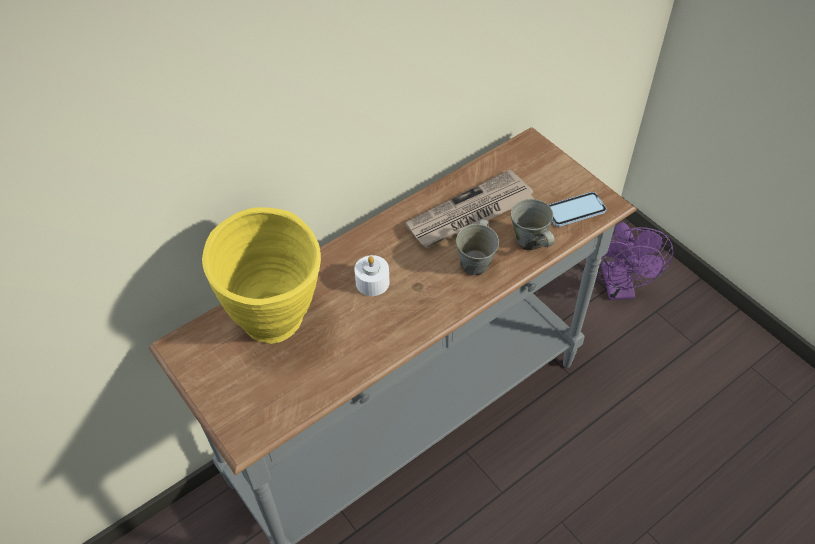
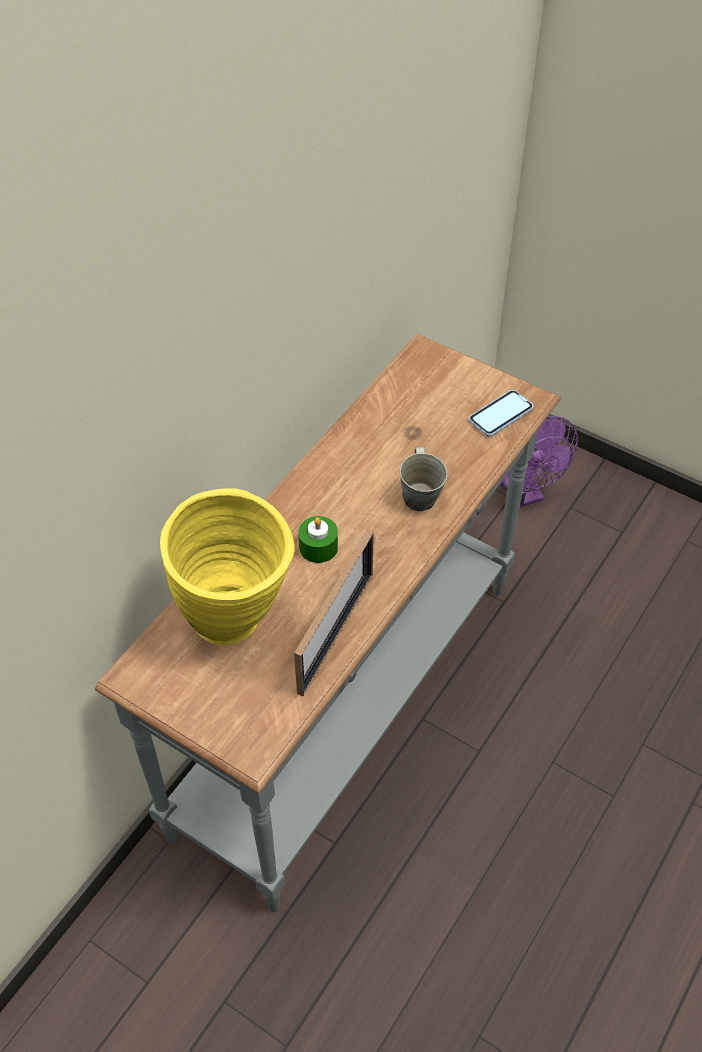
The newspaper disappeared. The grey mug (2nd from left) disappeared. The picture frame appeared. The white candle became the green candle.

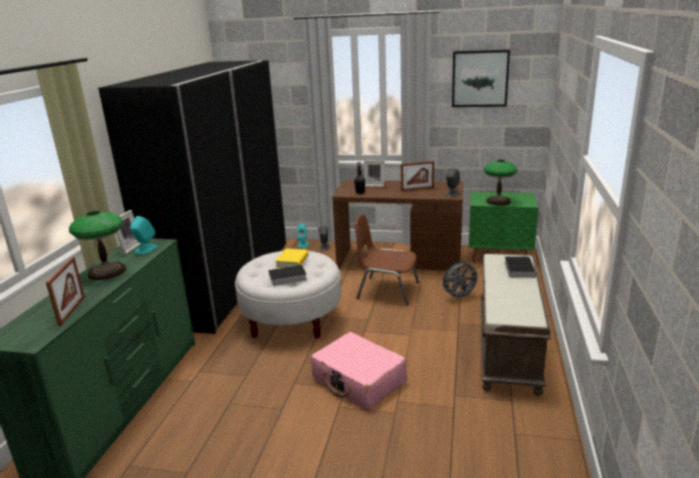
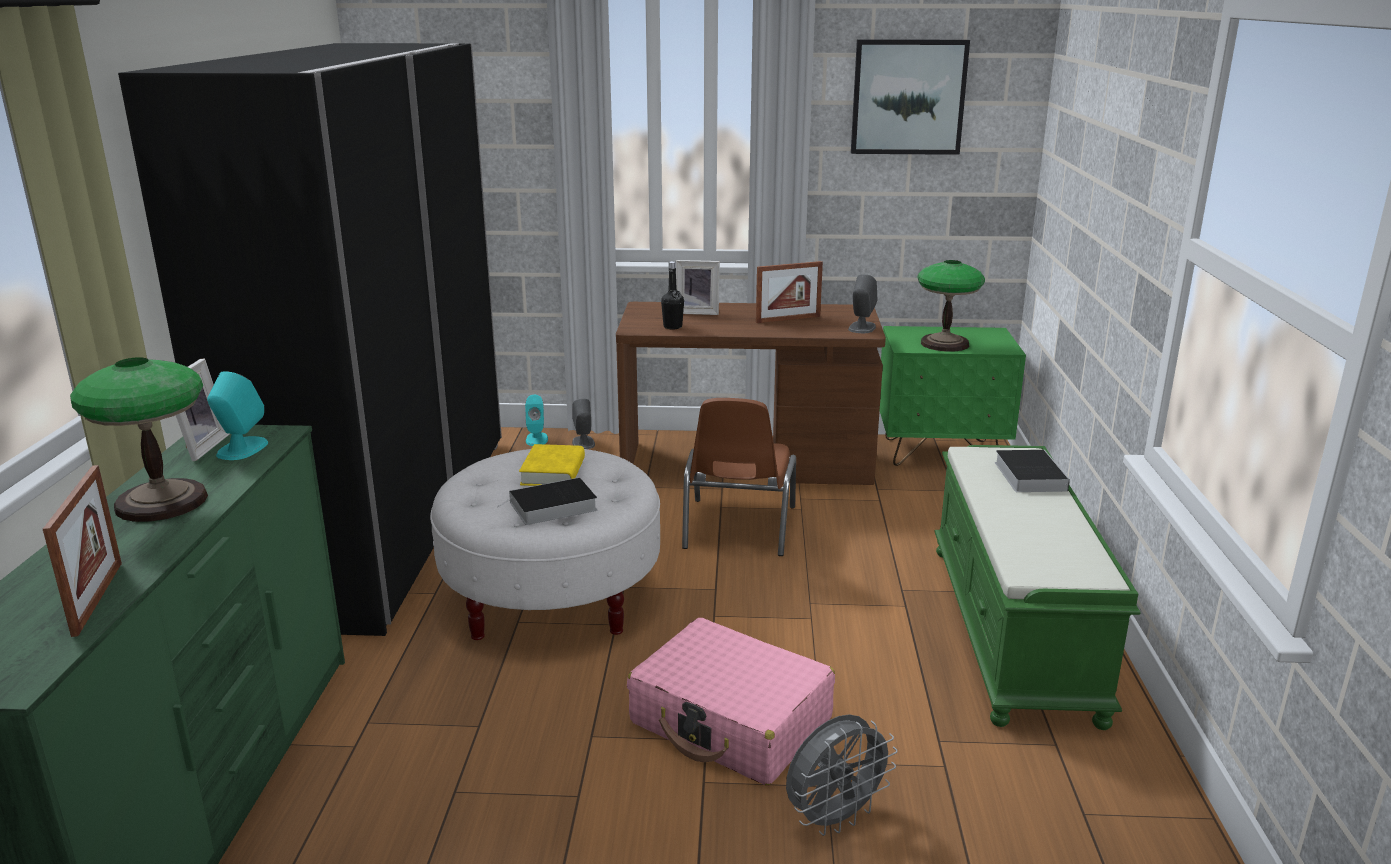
The grey fan moved. The brown bench became the green bench. The brown chair turned 90 degrees counterclockwise.

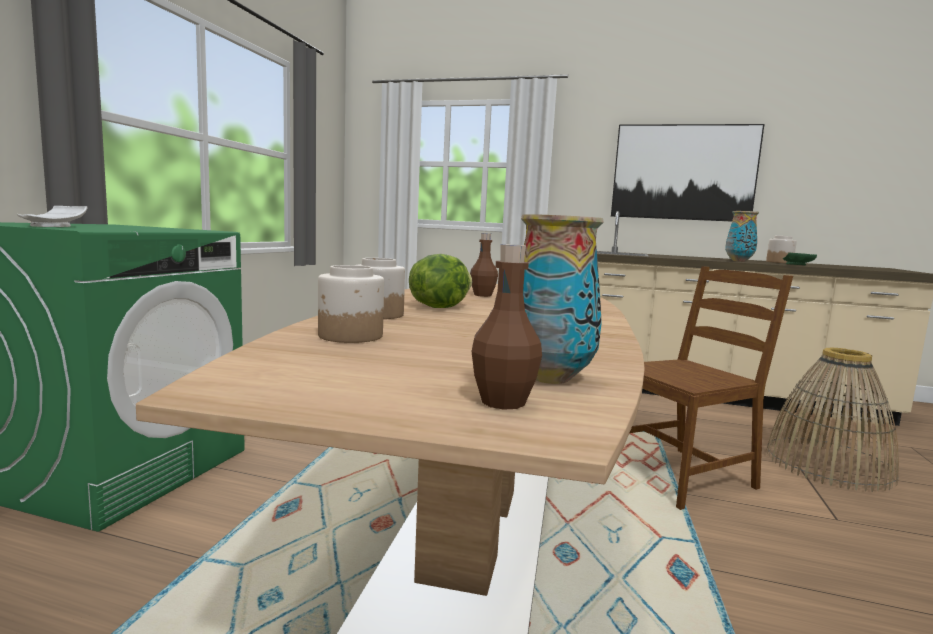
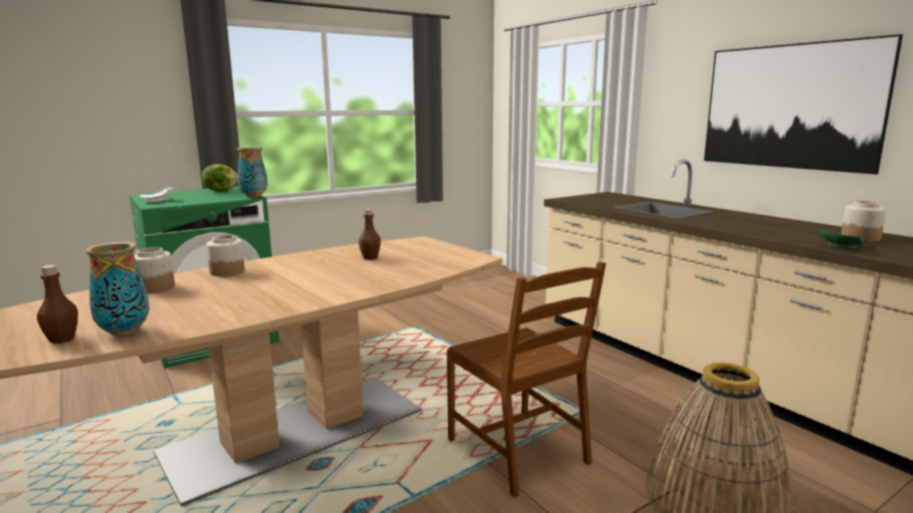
The lettuce moved. The vase (2nd from left) moved. The brown chair turned 45 degrees clockwise.

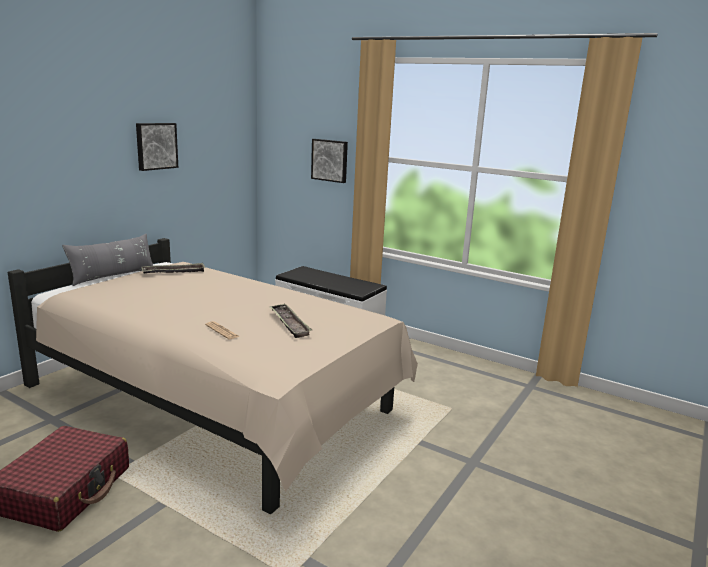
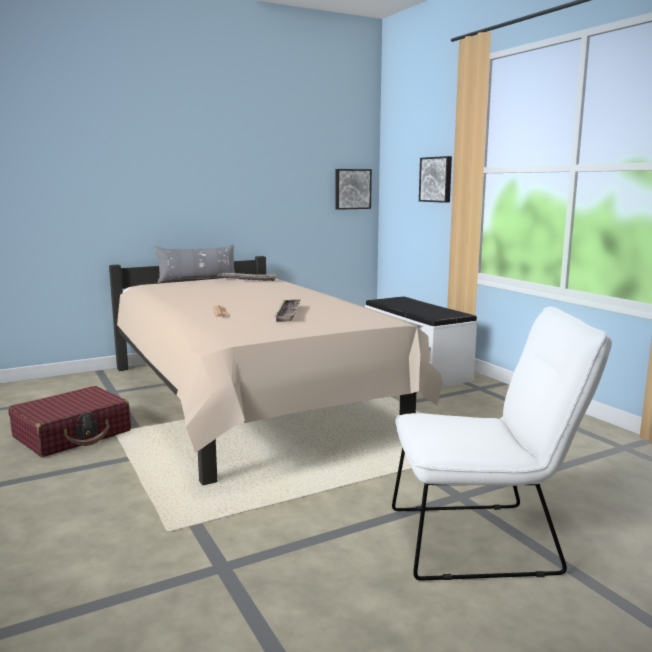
The white chair appeared. The picture (1st from left) moved.

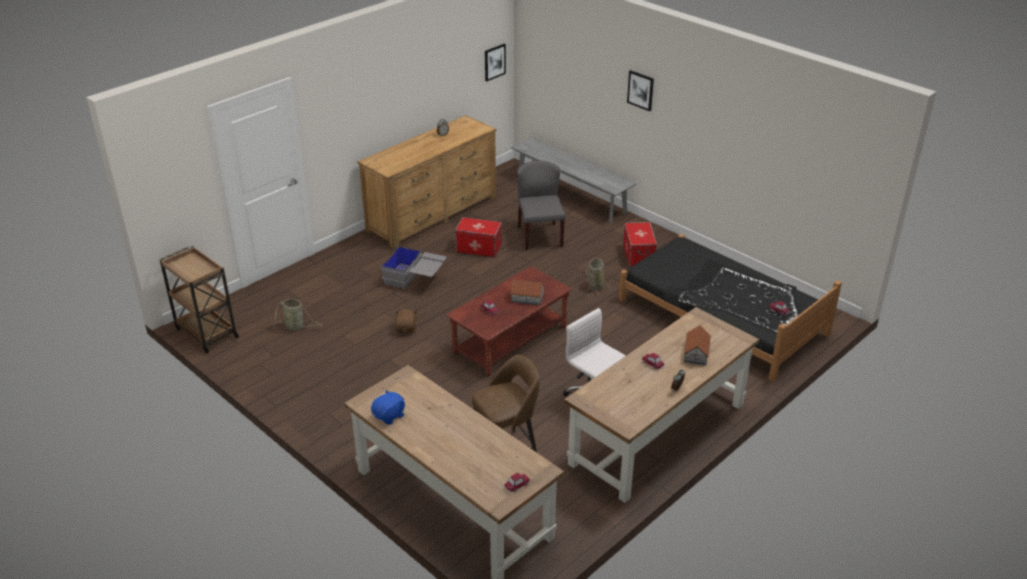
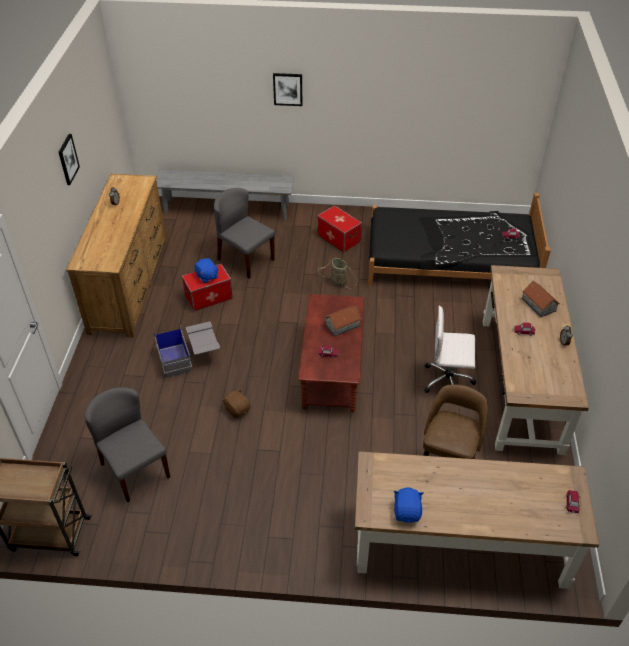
The blue plush toy (1st from left) appeared. The picture (1st from left) moved. The basket (1st from left) was replaced by the grey chair (1st from left).

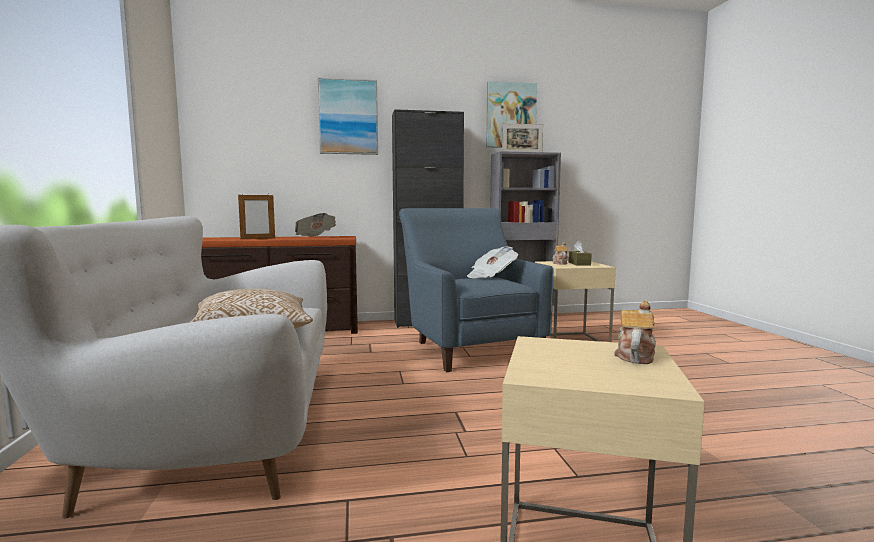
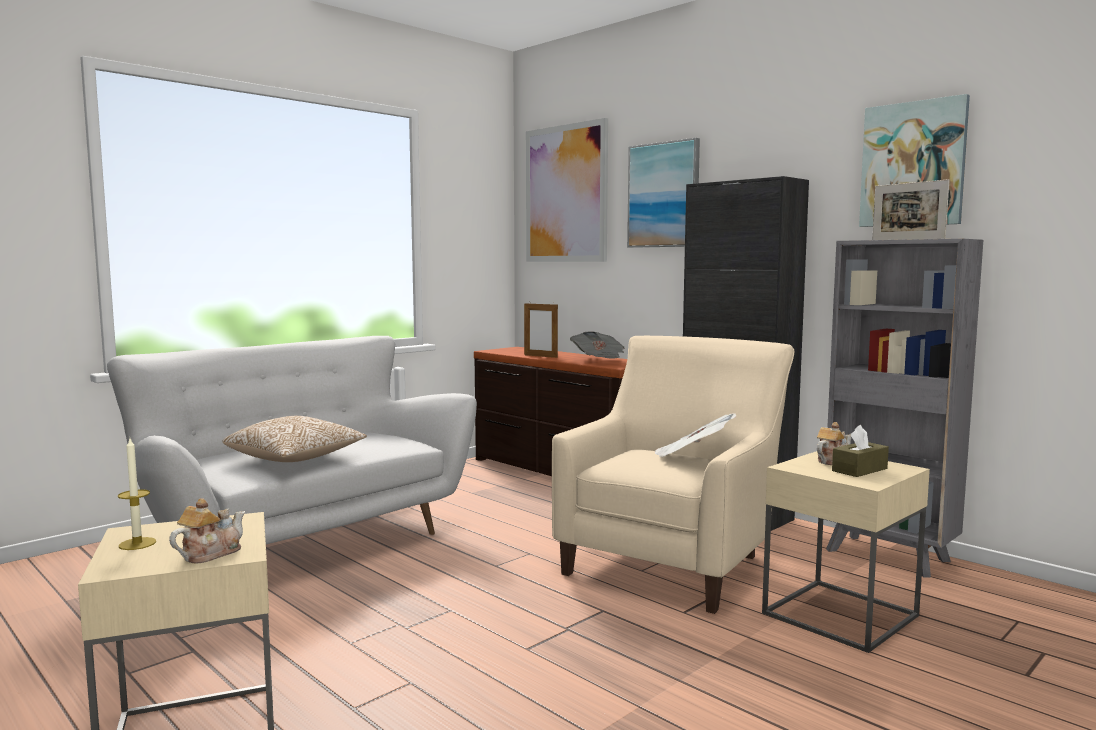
The candle appeared. The picture (1st from left) appeared. The blue armchair became the beige armchair. The teapot (2nd from left in the first image) turned 45 degrees counterclockwise.

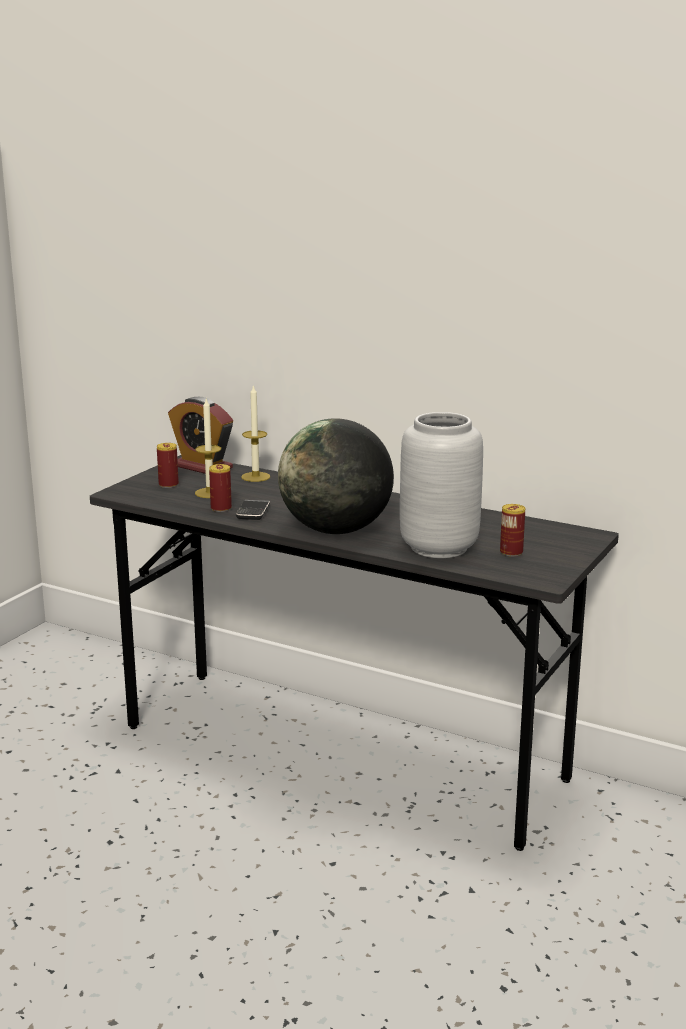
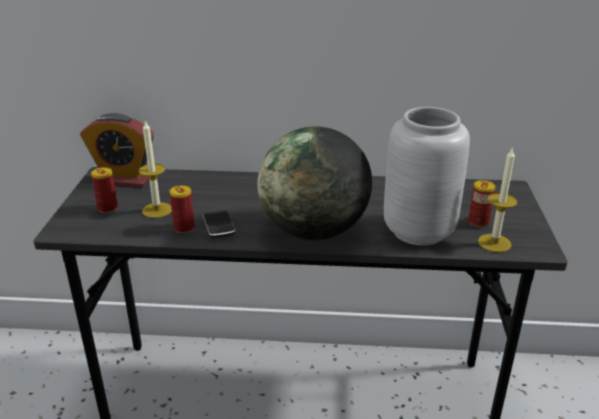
The candle (2nd from left) moved.

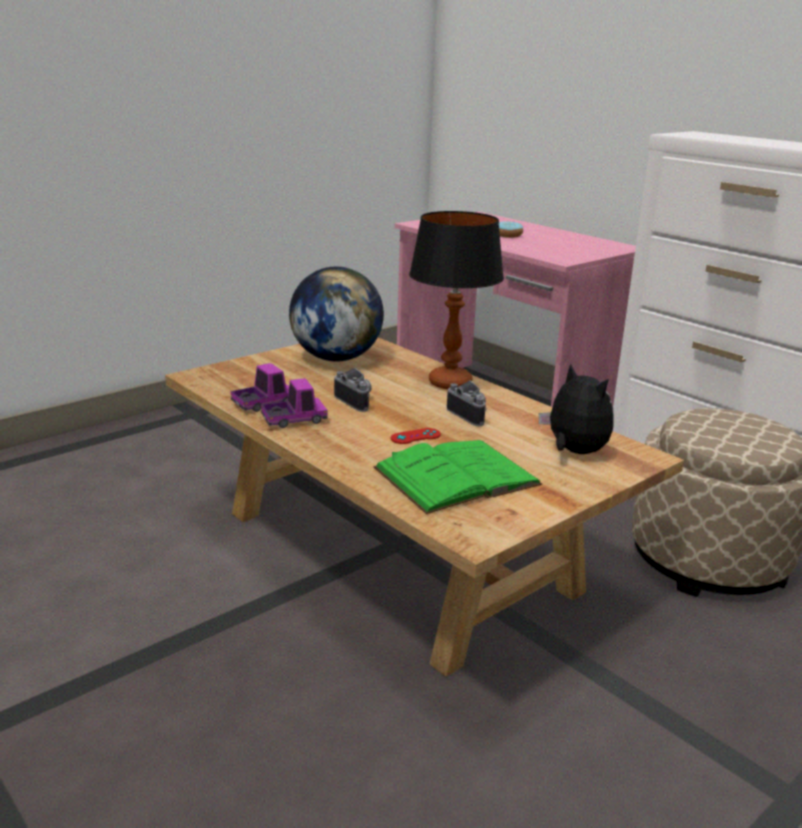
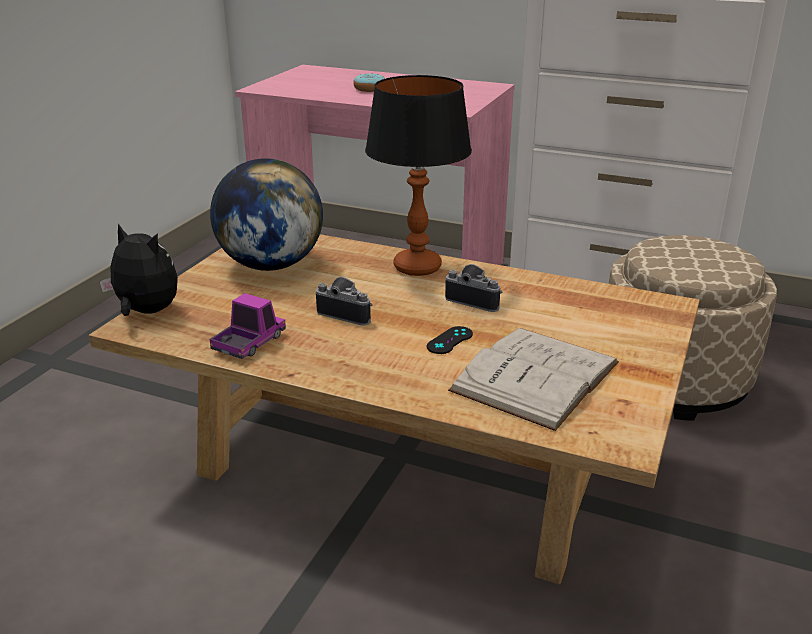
The toy truck (2nd from left) disappeared. The plush toy moved. The green book became the white book. The red game controller became the black game controller.

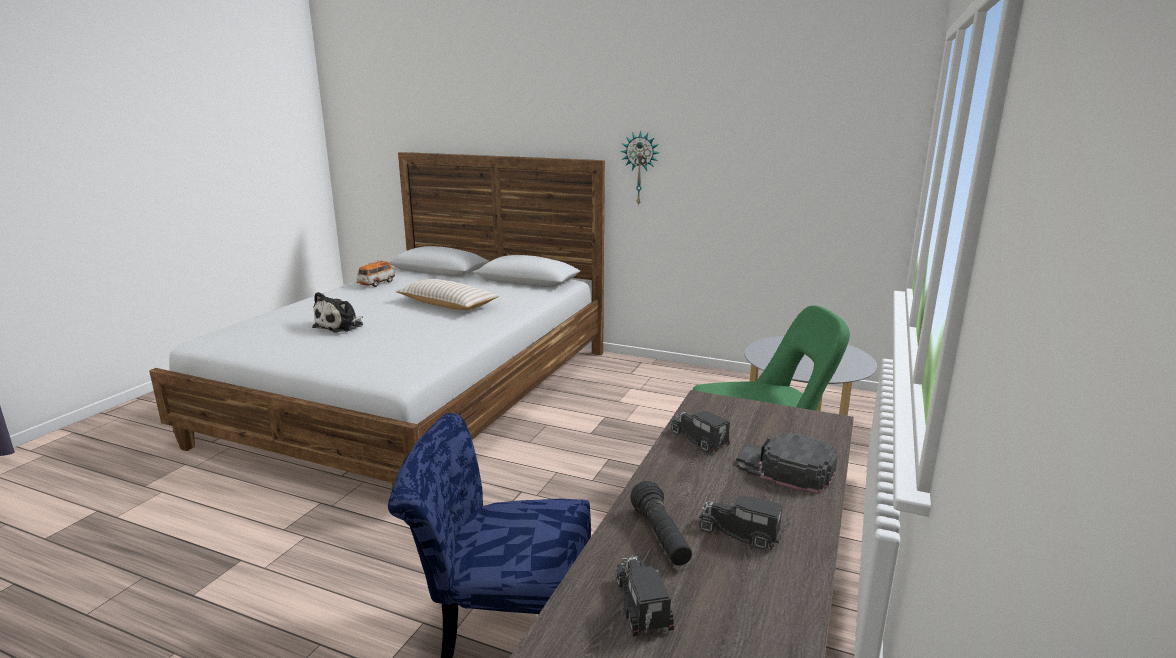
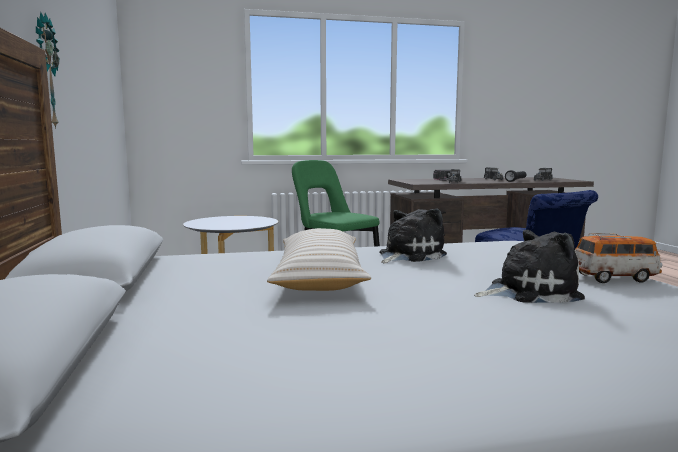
The plush toy (1st from left) appeared. The toy car moved.

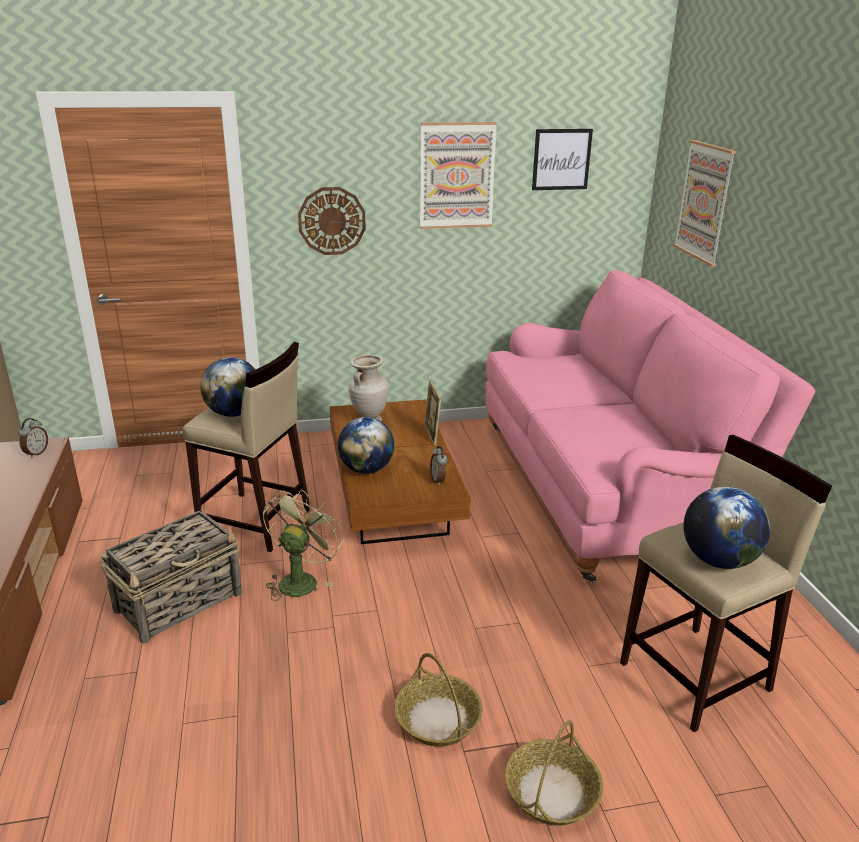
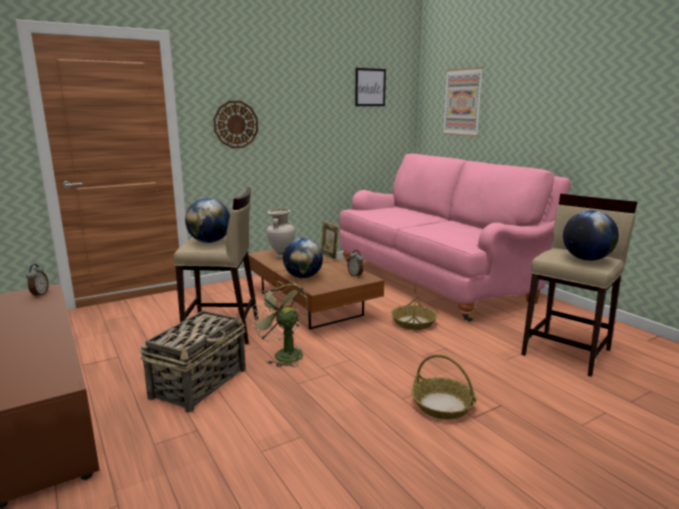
The picture (1st from left) disappeared. The basket (3rd from left in the first image) moved. The green fan turned 45 degrees counterclockwise.

